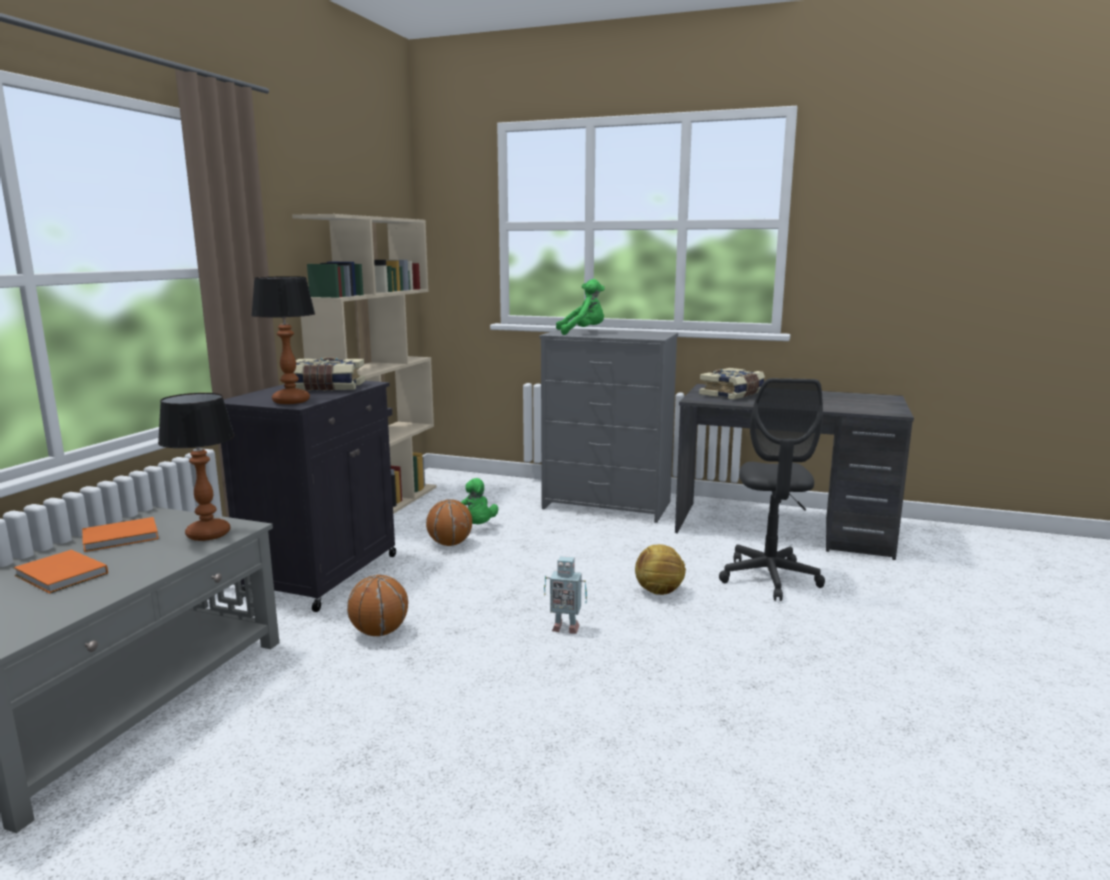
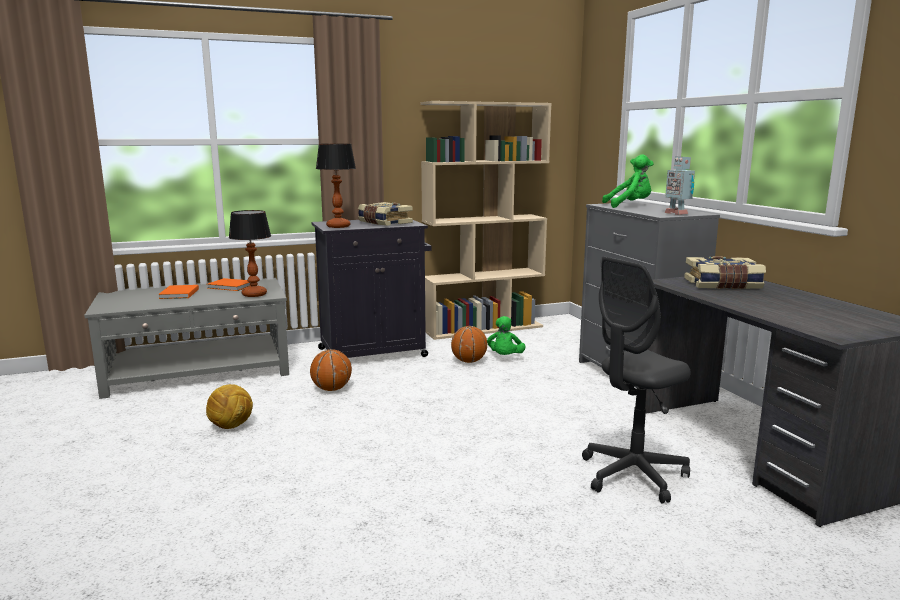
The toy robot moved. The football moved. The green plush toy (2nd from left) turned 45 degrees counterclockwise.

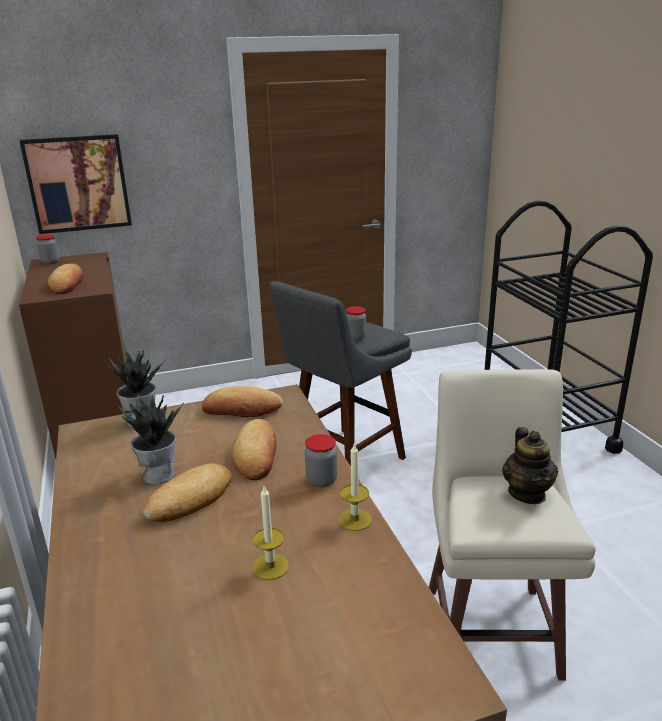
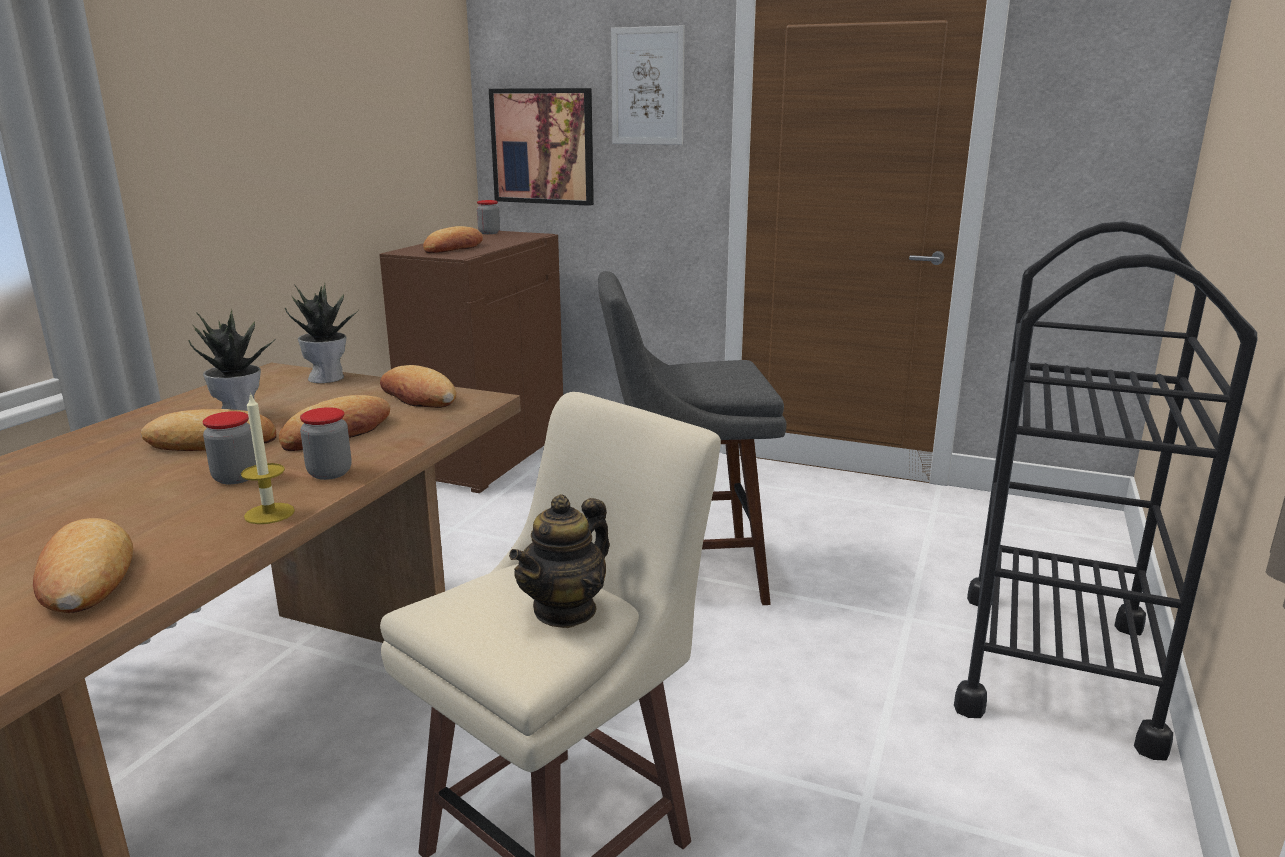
The candle (1st from left) disappeared. The bread (1st from left) appeared. The picture (2nd from left) appeared. The jar (3rd from left in the first image) moved.

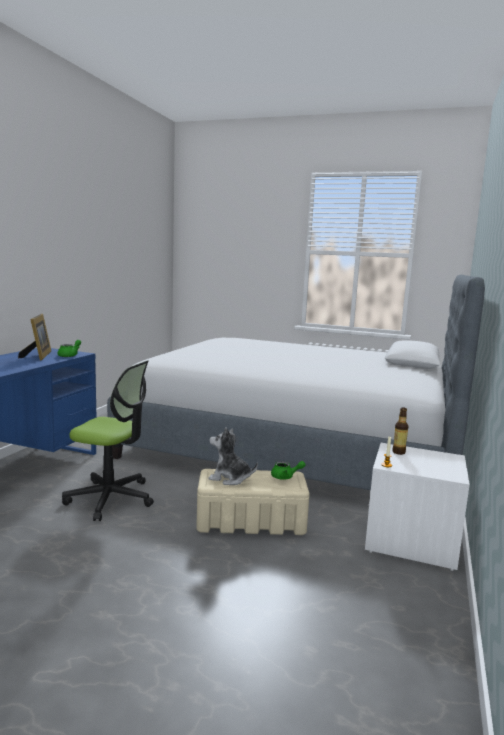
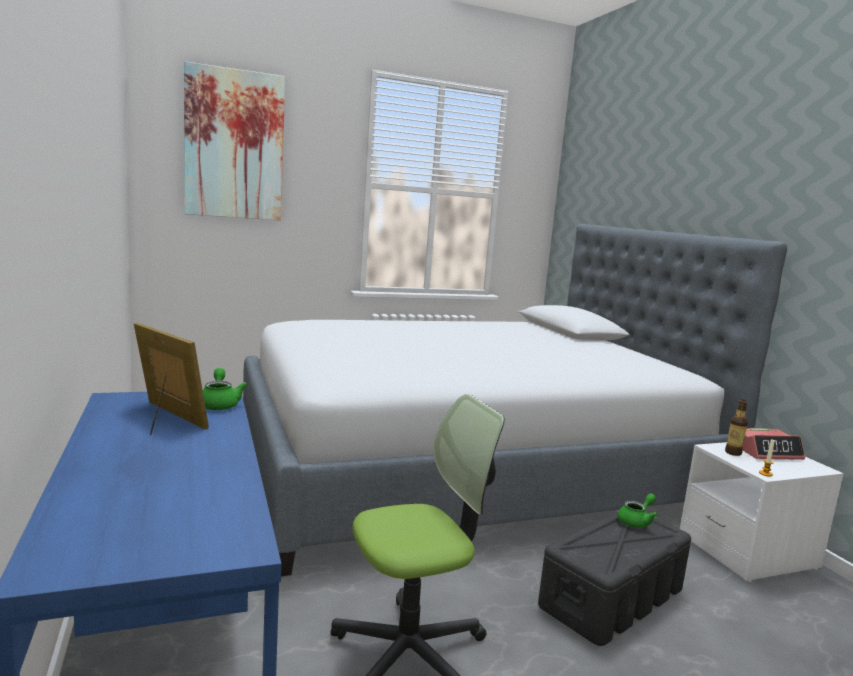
The plush toy disappeared. The picture appeared. The alarm clock appeared. The beige storage box became the black storage box.

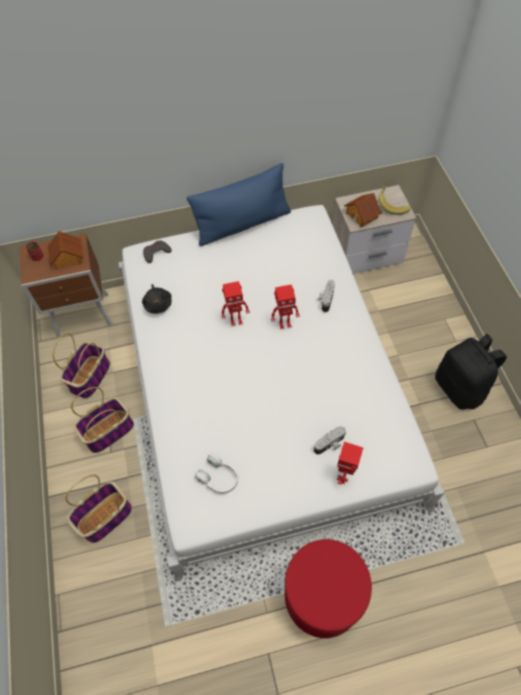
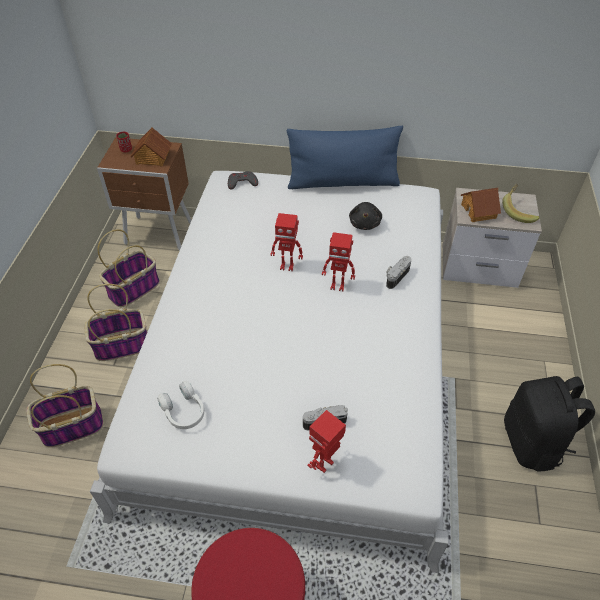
The black plush toy moved.

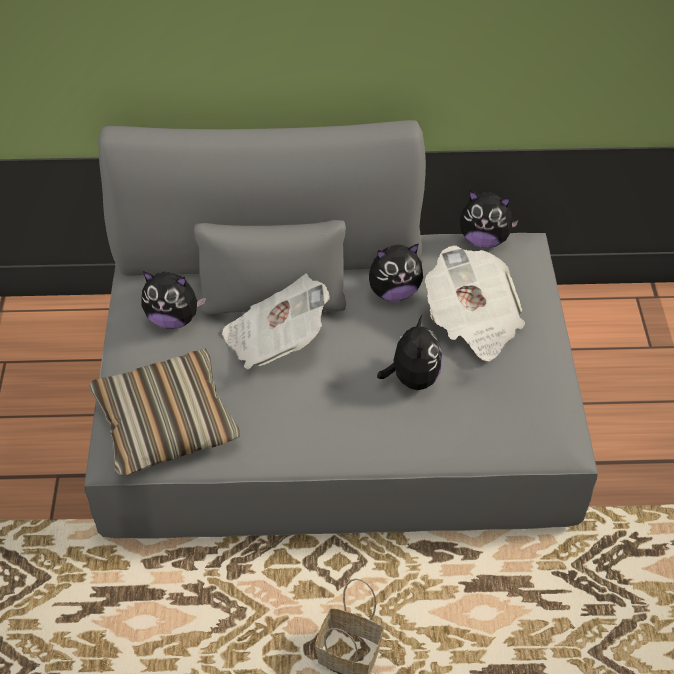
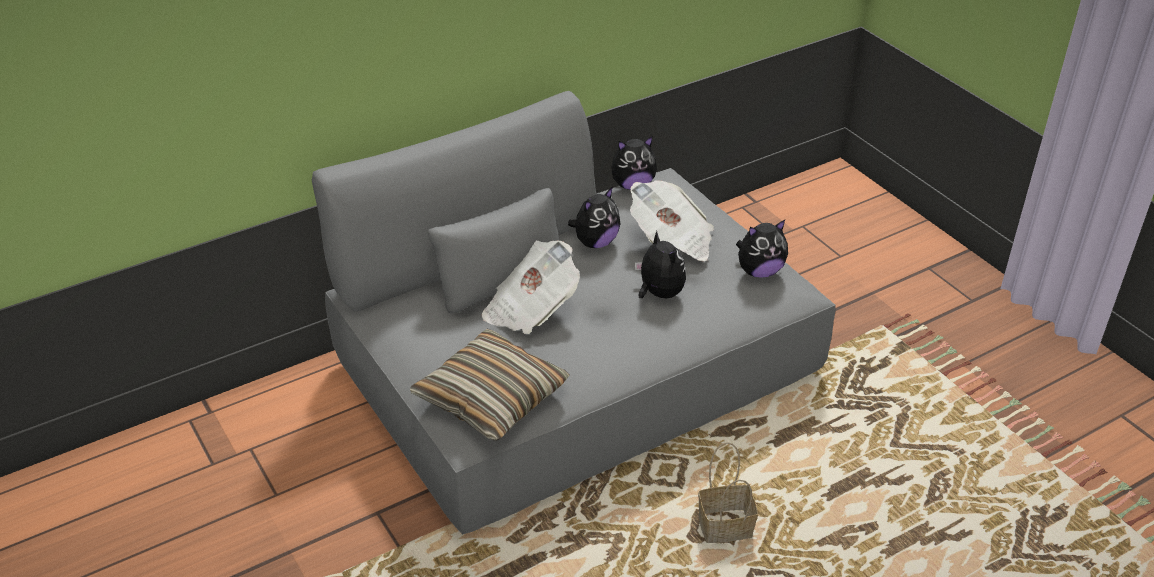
The plush toy (1st from left in the first image) moved.

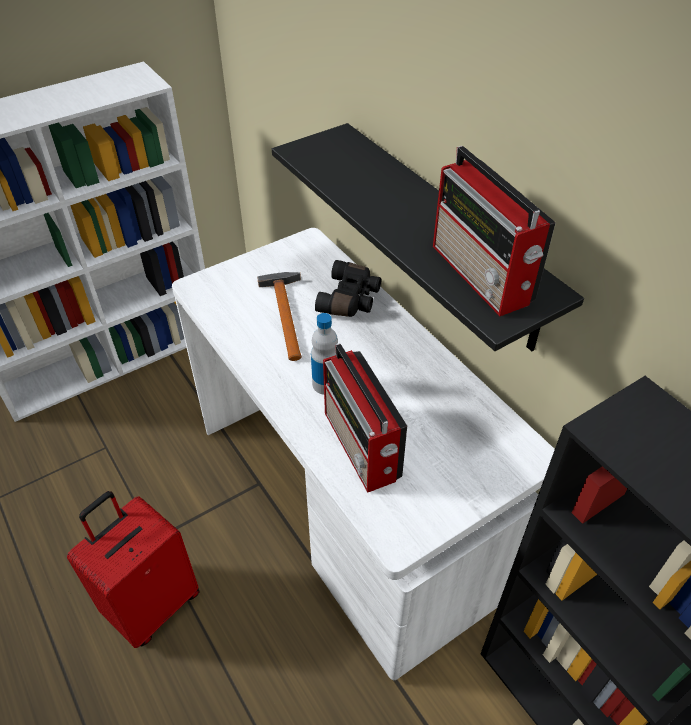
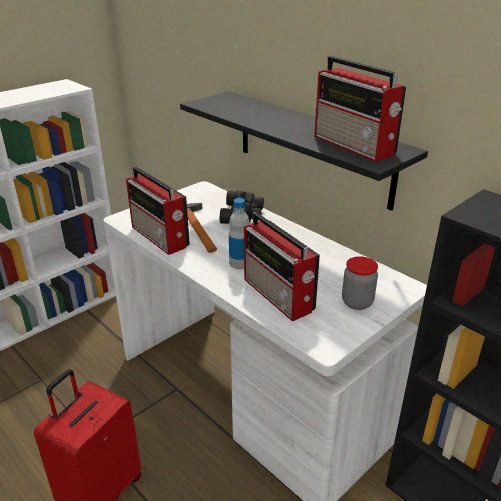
The radio (1st from left) appeared. The jar appeared.

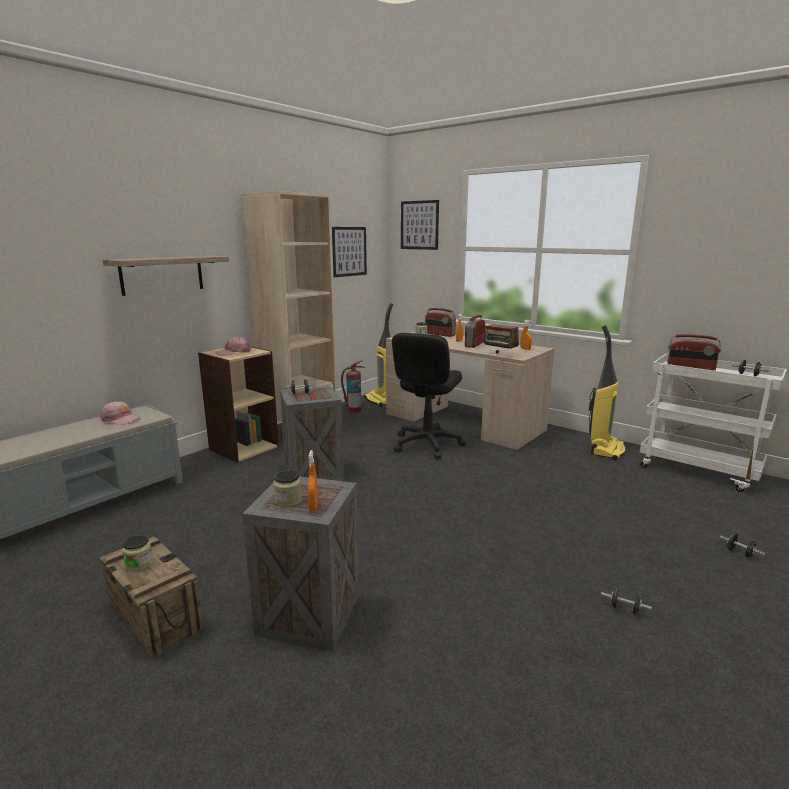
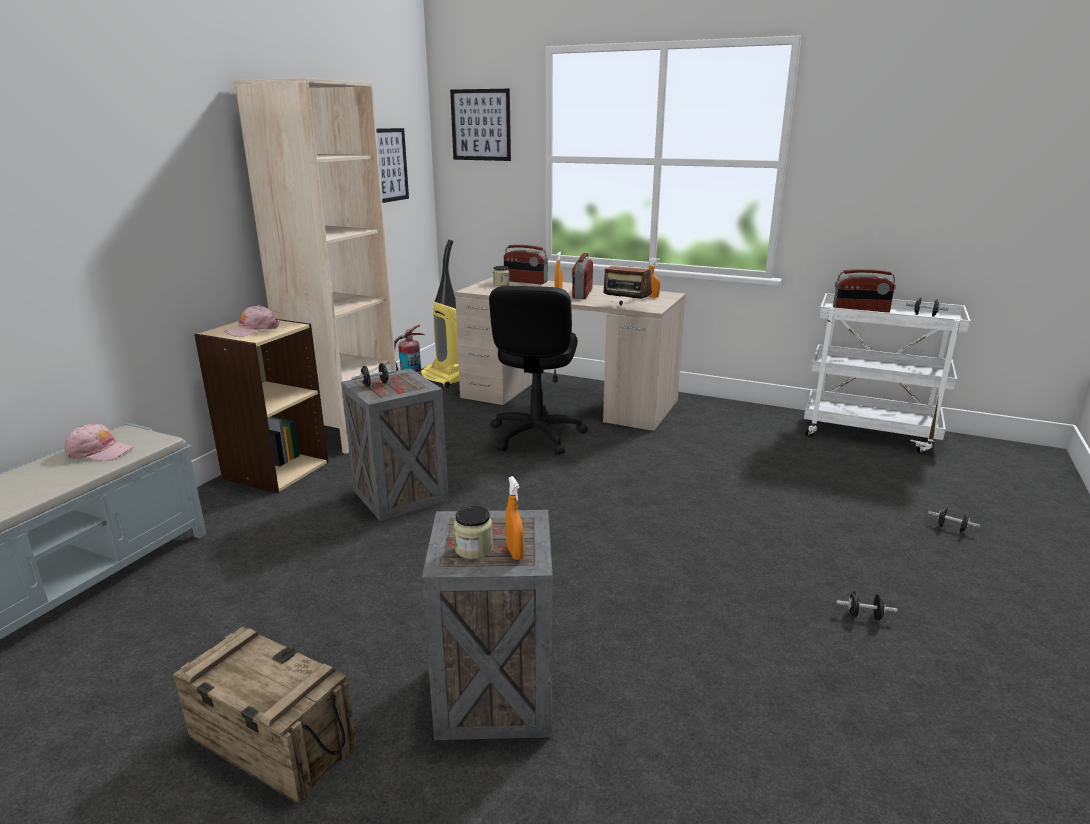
The shelf disappeared. The jar (1st from left) disappeared. The vacuum cleaner (2nd from left) disappeared.

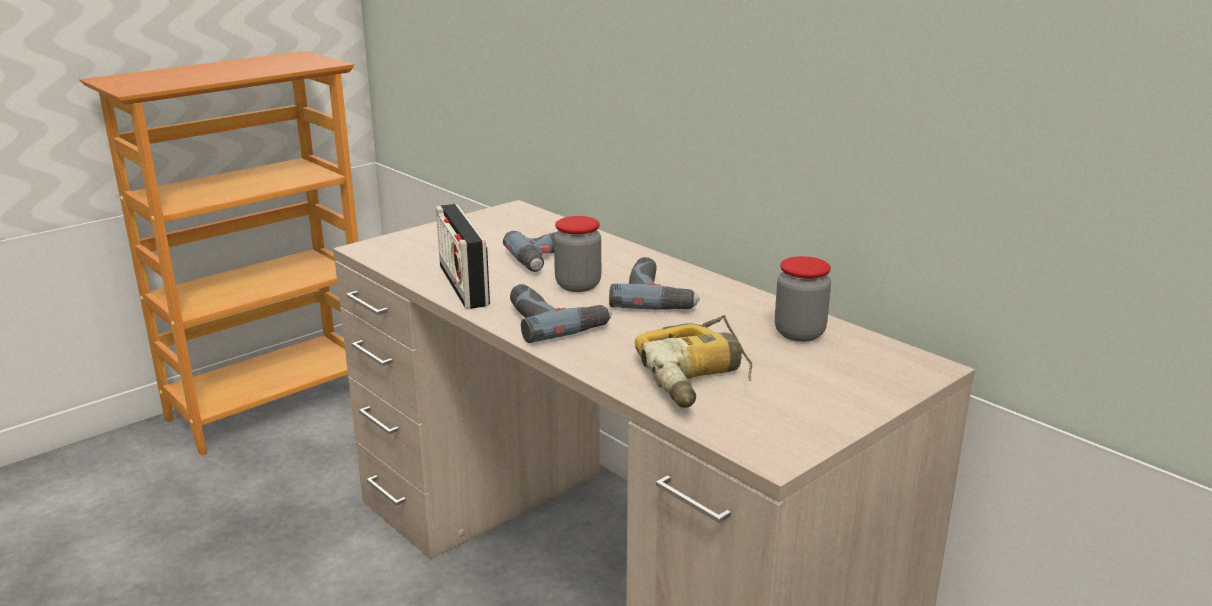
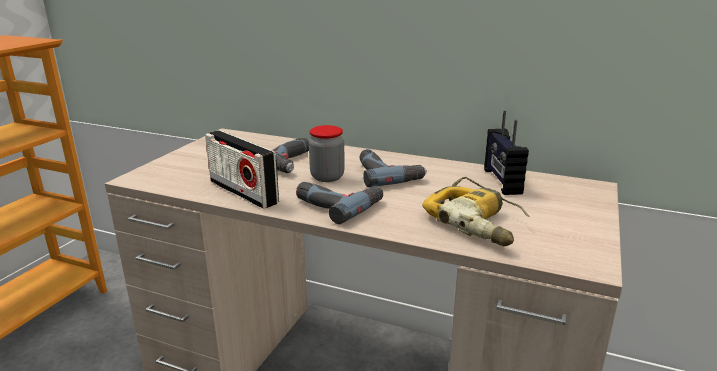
The jar (2nd from left) was replaced by the radio (2nd from left).

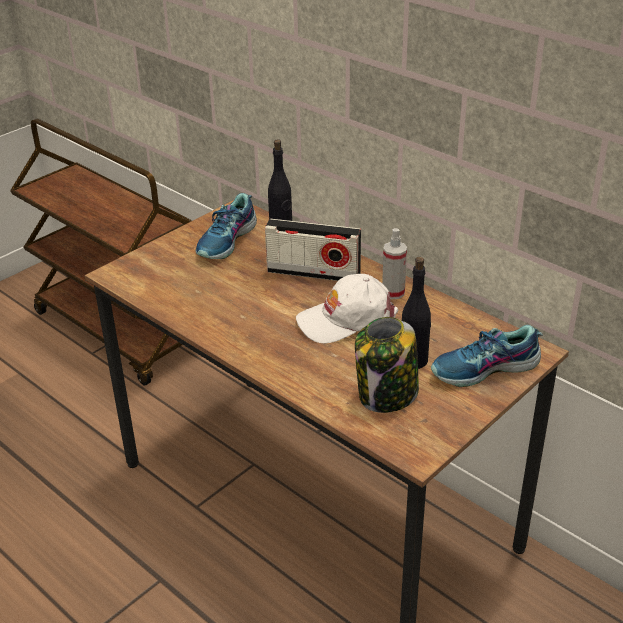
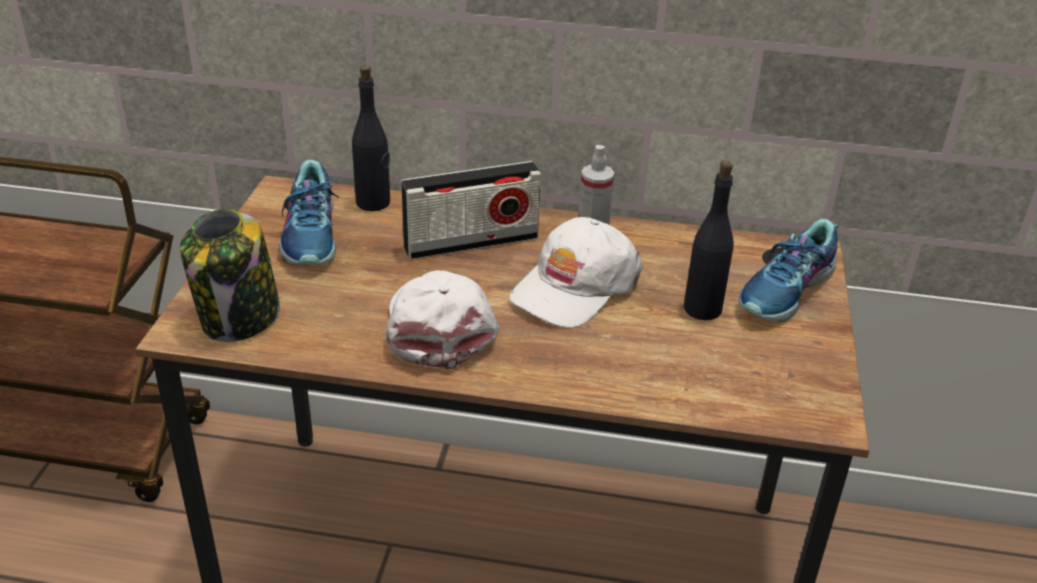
The white cap (1st from left) appeared. The jar moved.

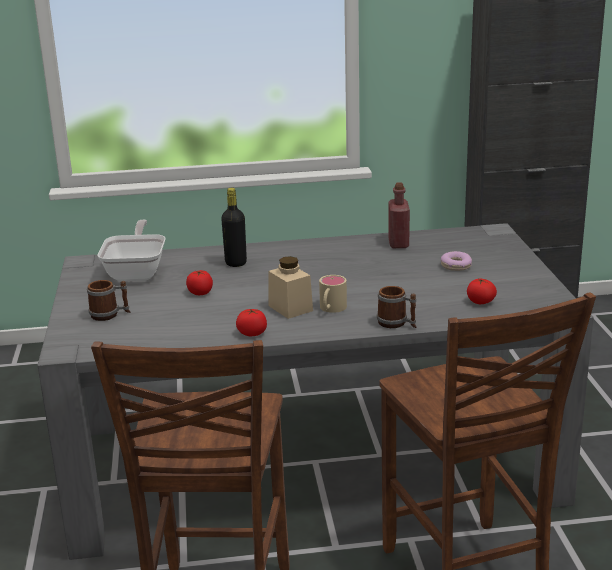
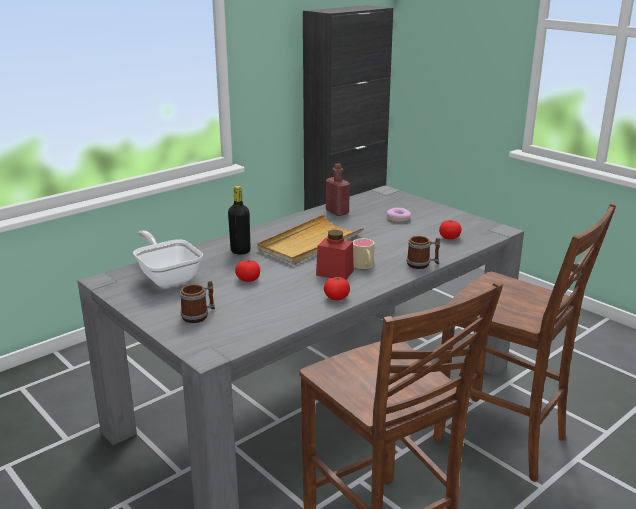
The beige tray appeared. The beige jar became the red jar.

